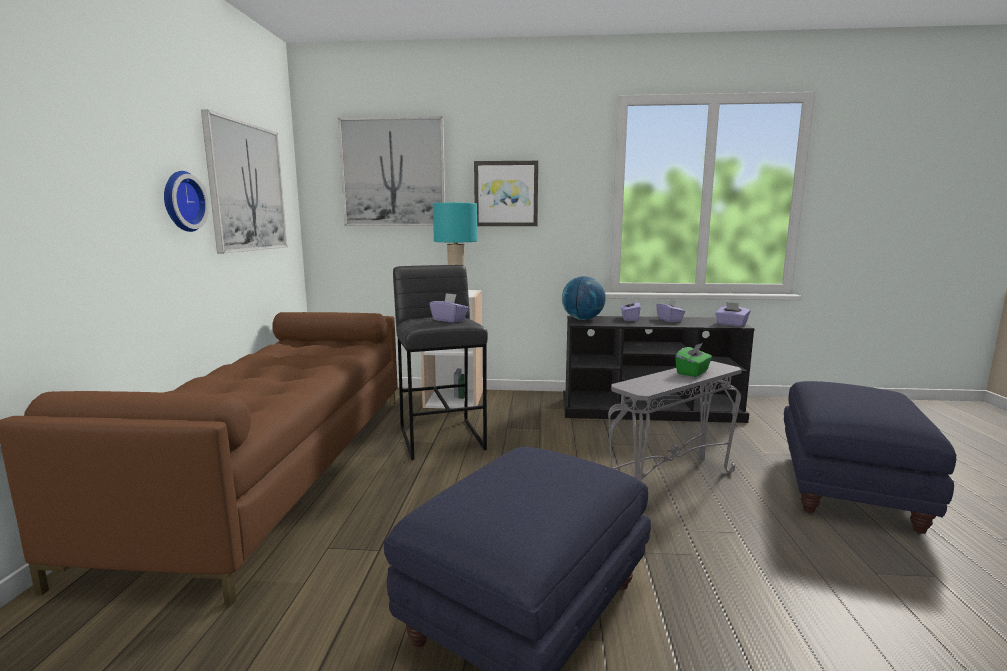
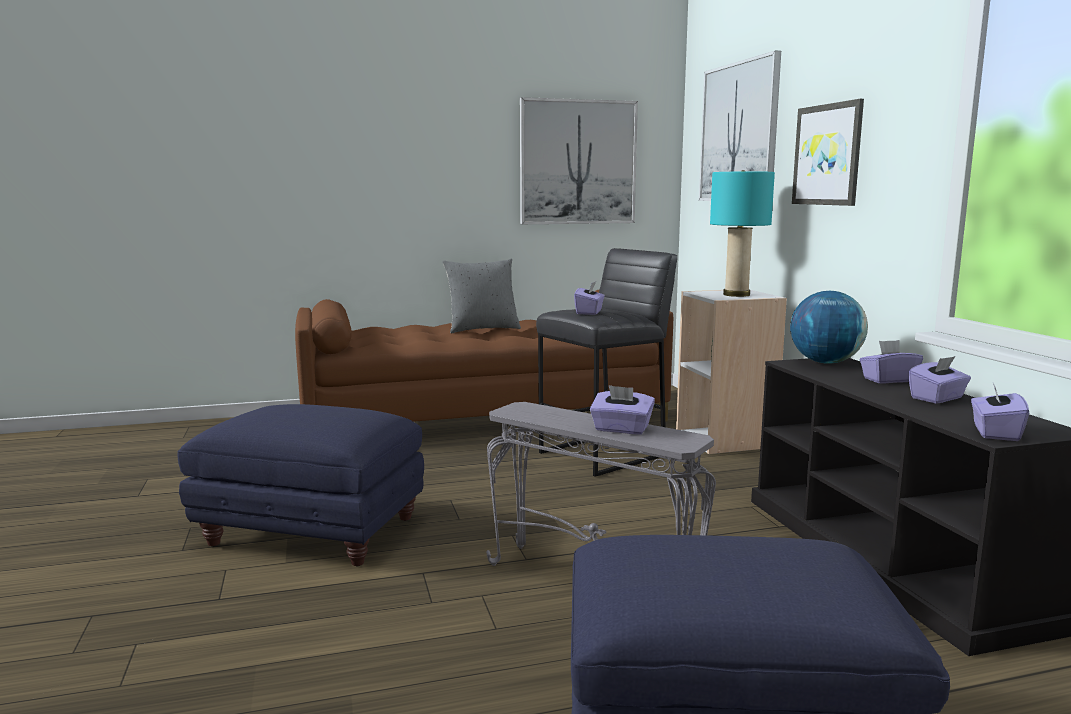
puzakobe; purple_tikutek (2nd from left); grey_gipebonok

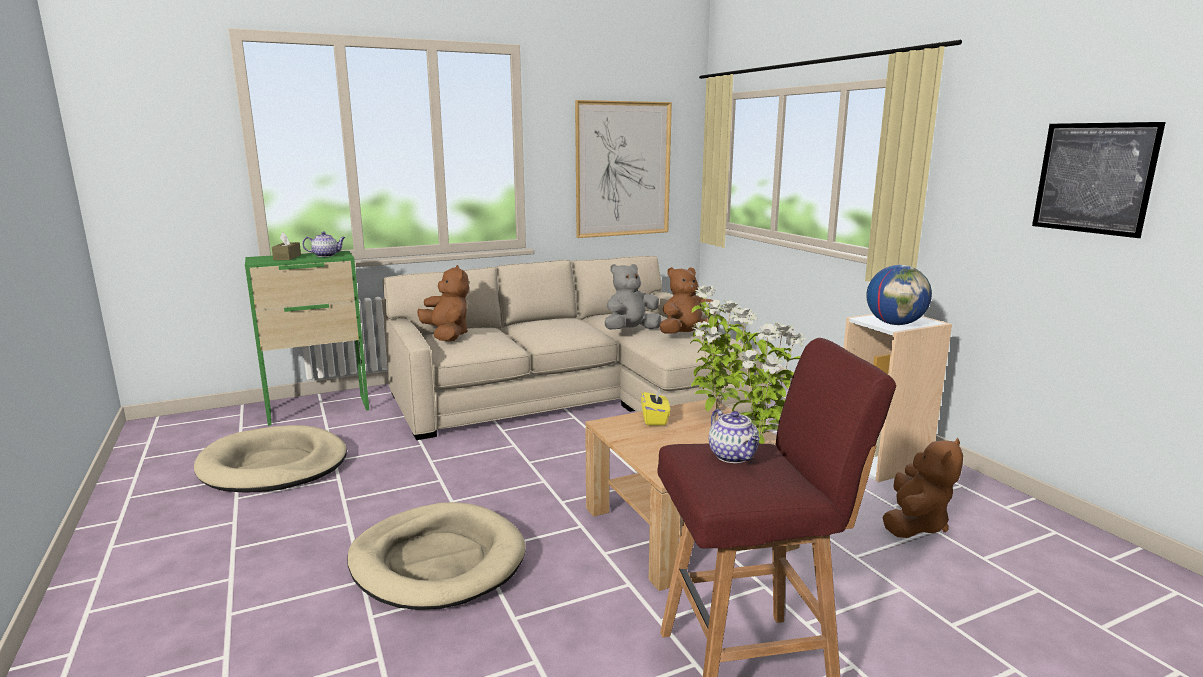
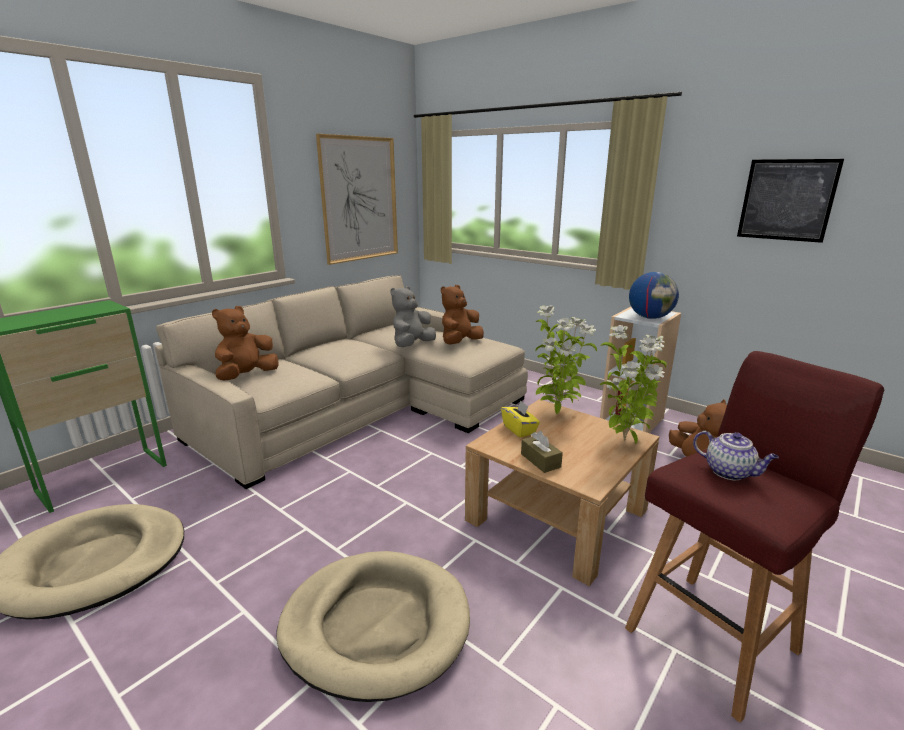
brown_tikutek; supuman (1st from left in the first image); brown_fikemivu (1st from left)

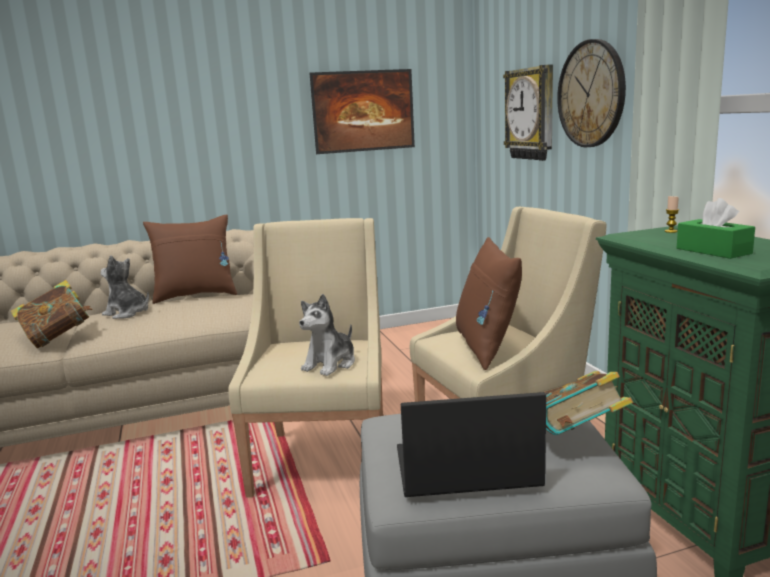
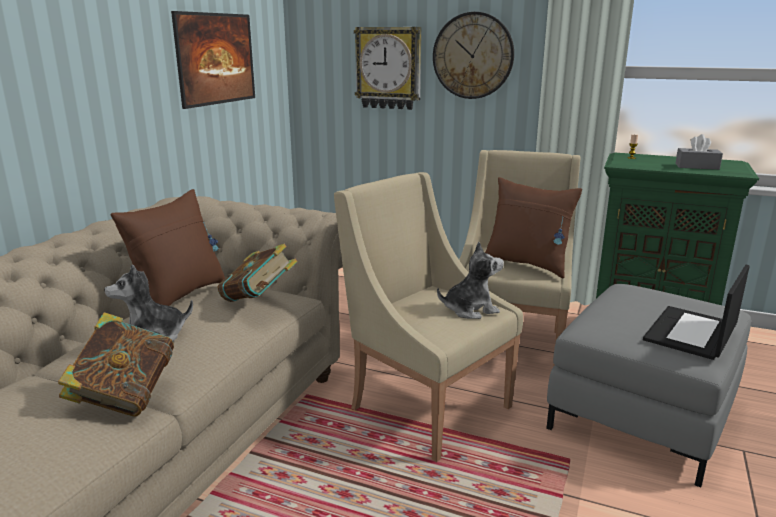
fikemivu (2nd from left); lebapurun (2nd from left); grey_tikutek

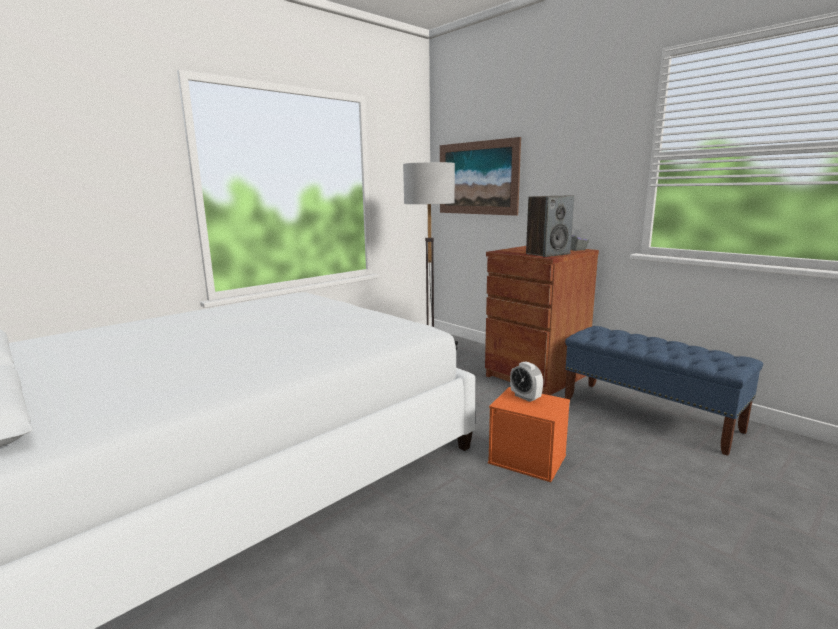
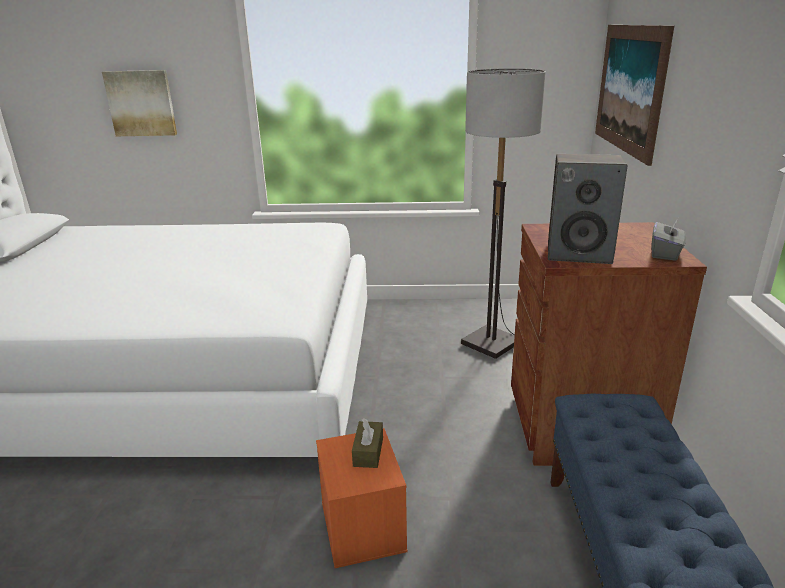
brown_tikutek; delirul (1st from left)

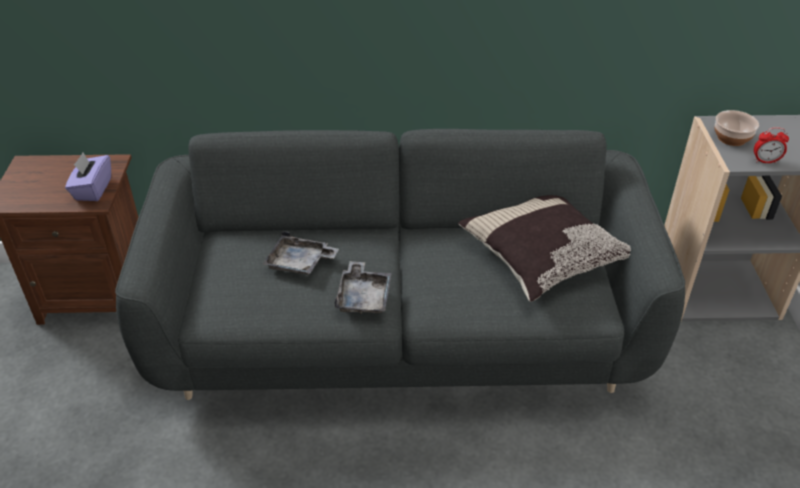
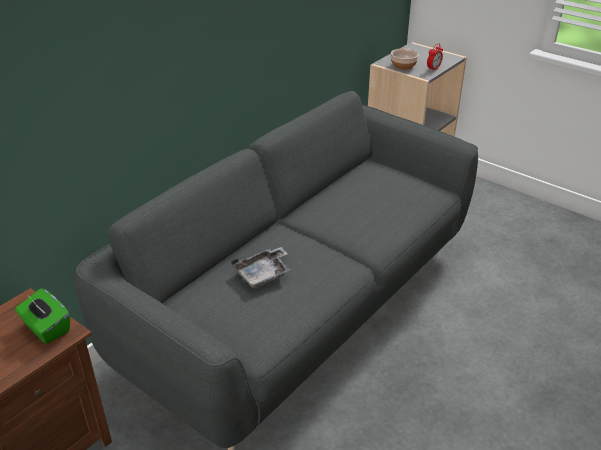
green_tikutek; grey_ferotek (2nd from left in the first image); gipebonok

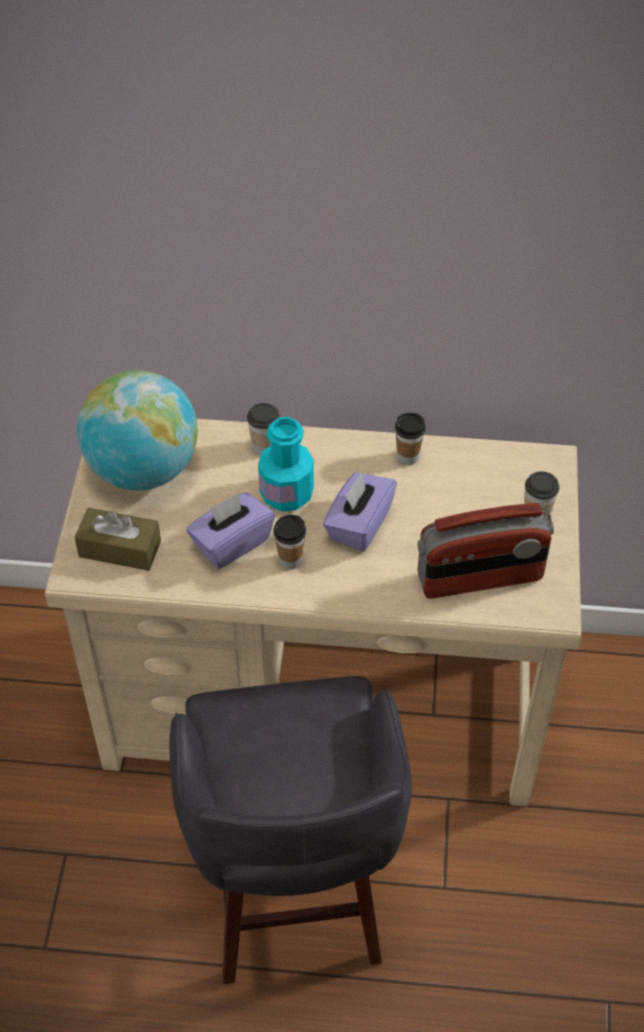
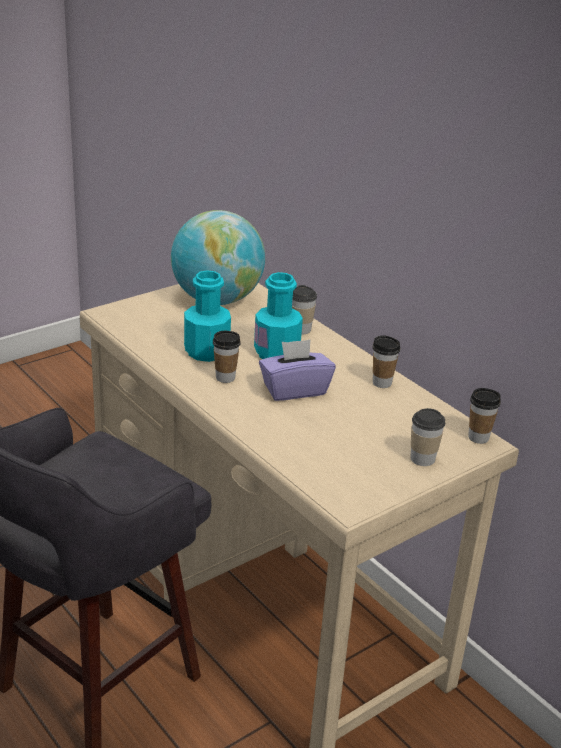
brown_tikutek; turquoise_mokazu (1st from left); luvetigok; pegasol (5th from left)

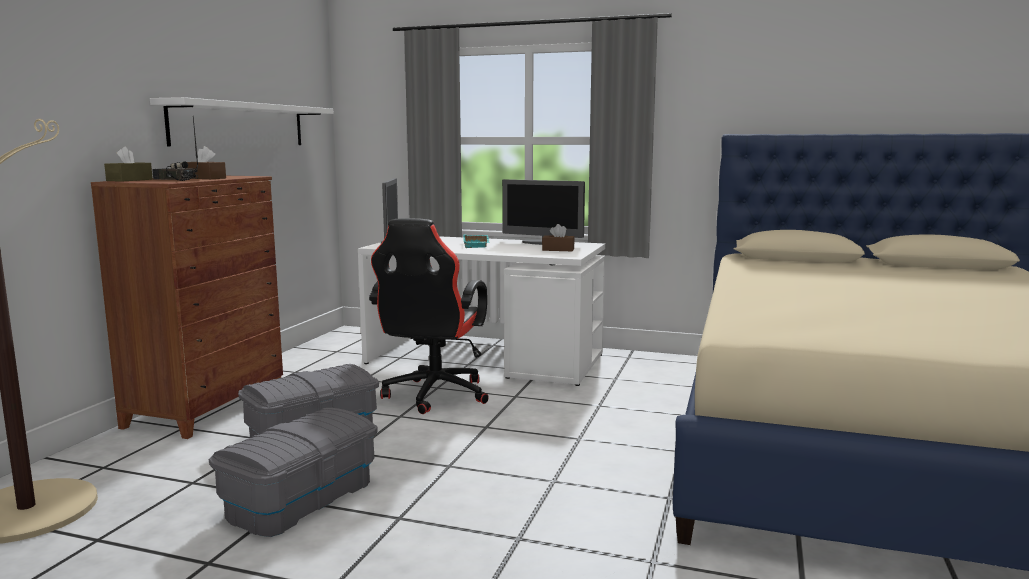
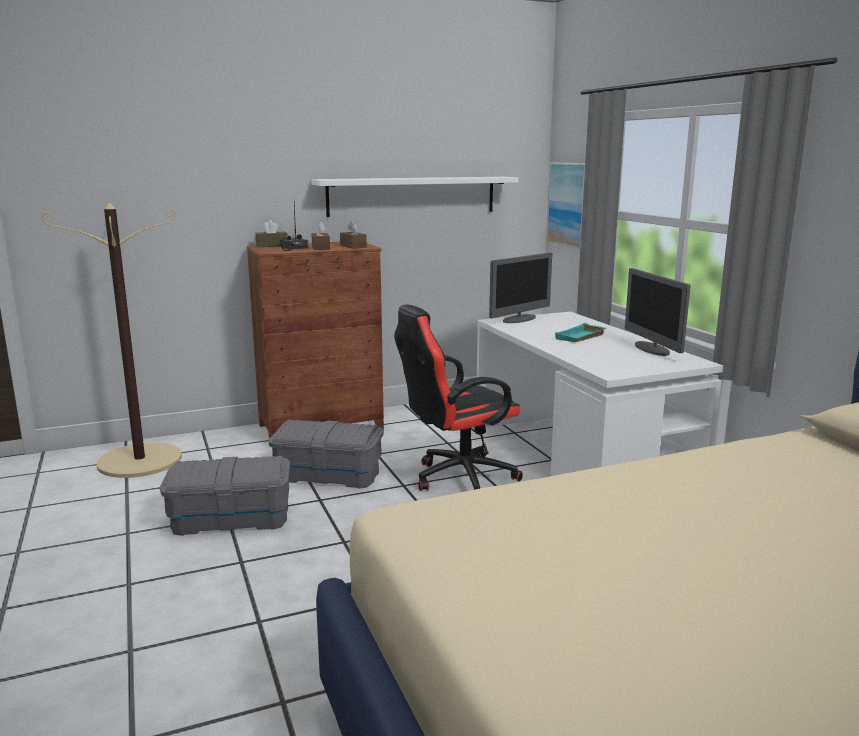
brown_tikutek (3rd from left); delirul

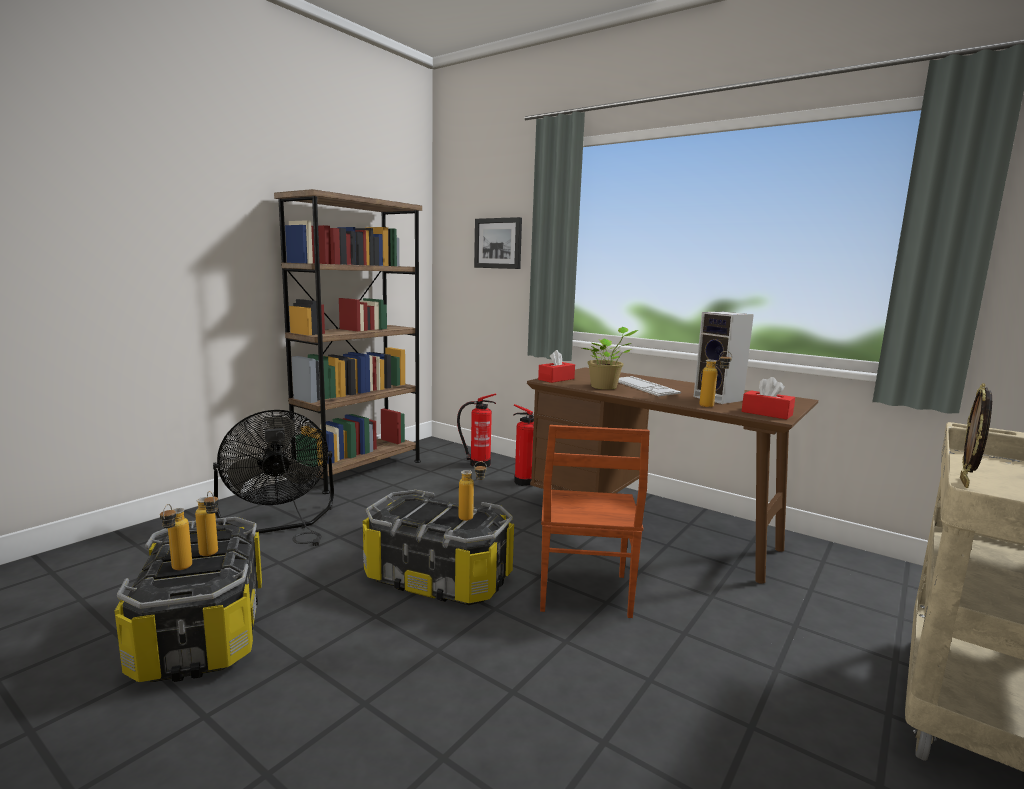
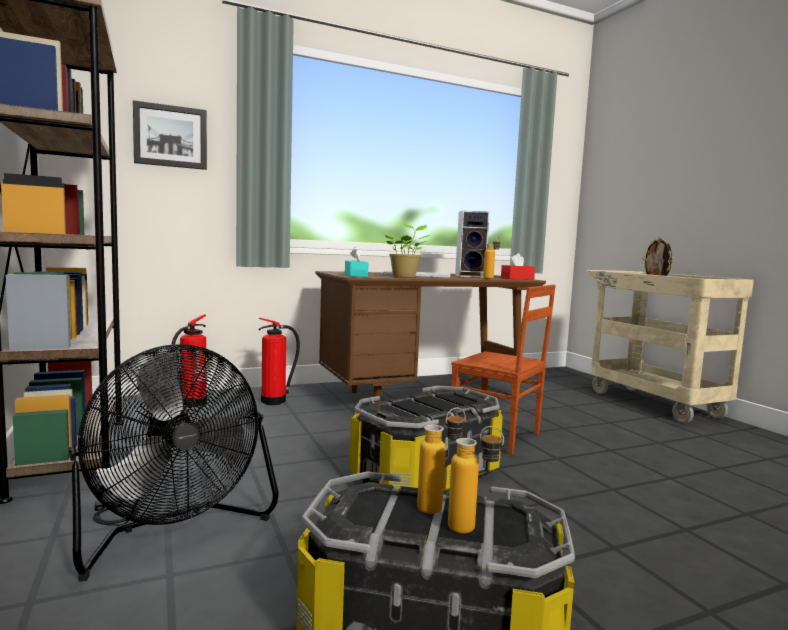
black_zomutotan; mokazu (3rd from left in the first image); turquoise_tikutek

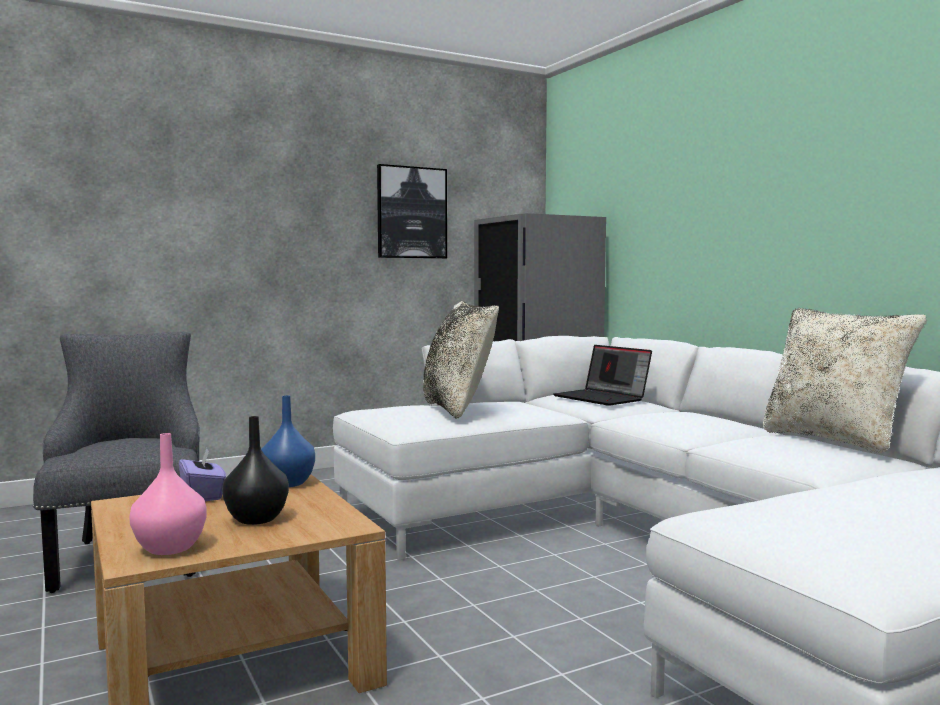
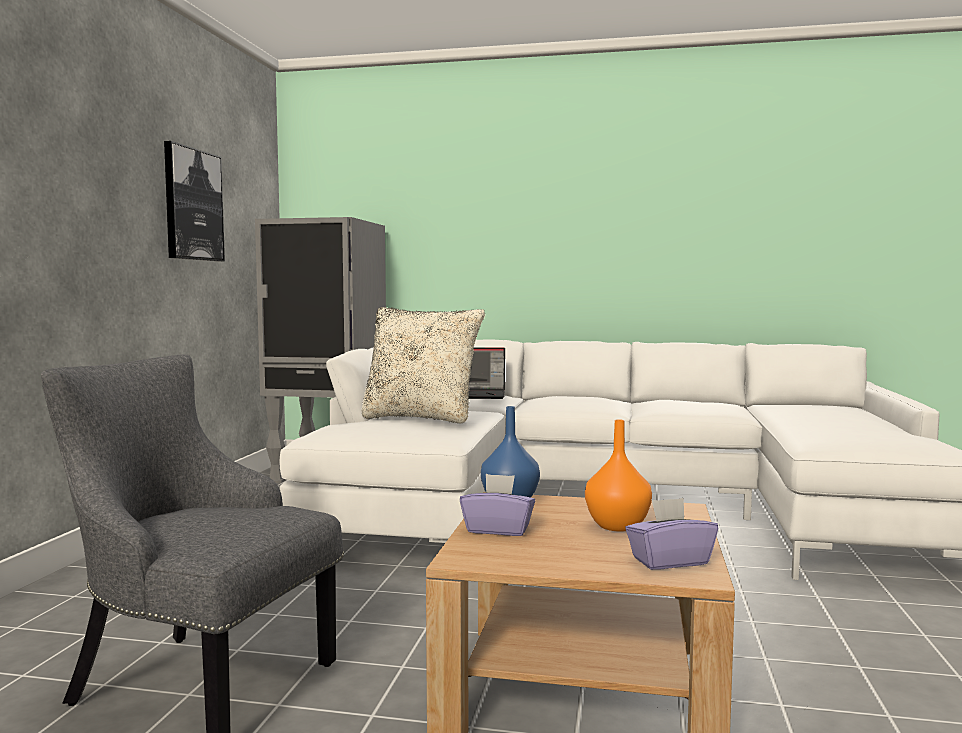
purple_tikutek (2nd from left); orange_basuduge; beige_gipebonok (2nd from left in the first image)

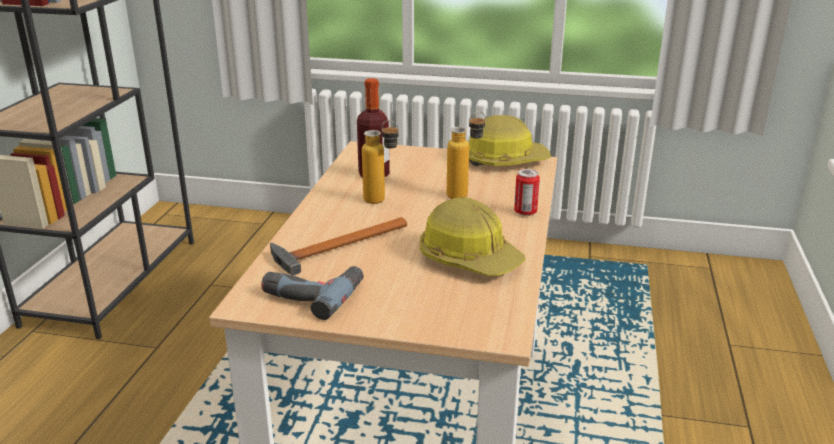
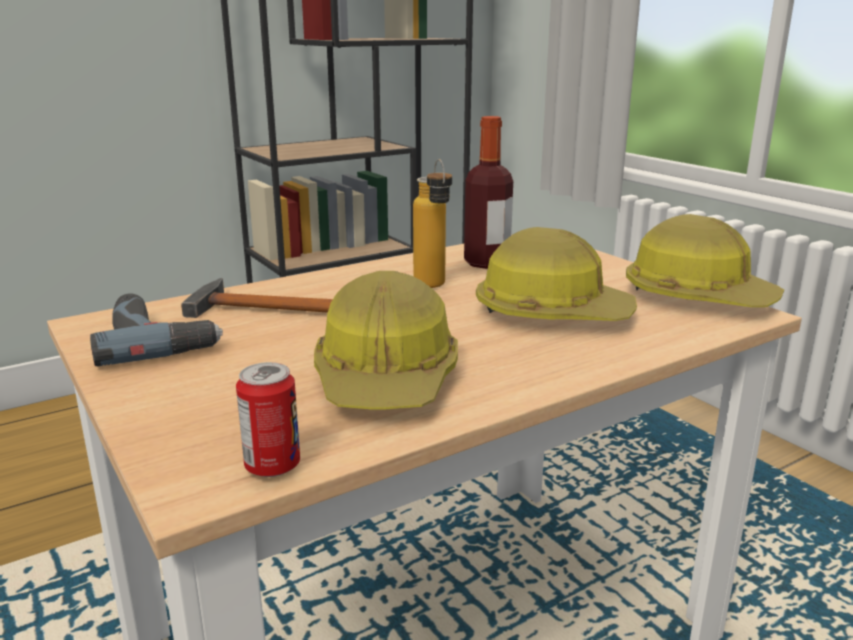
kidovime (2nd from left); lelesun

